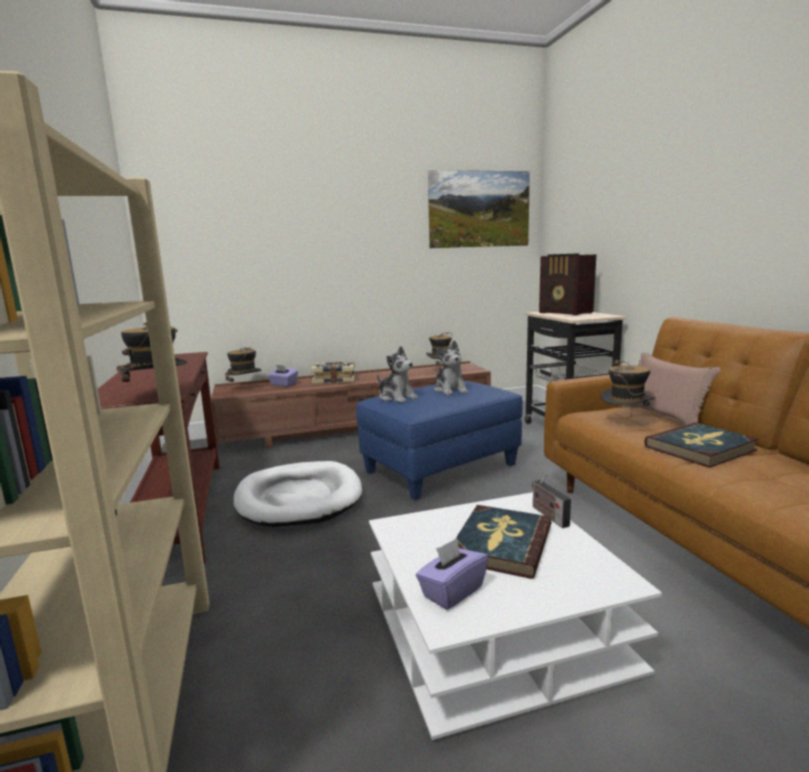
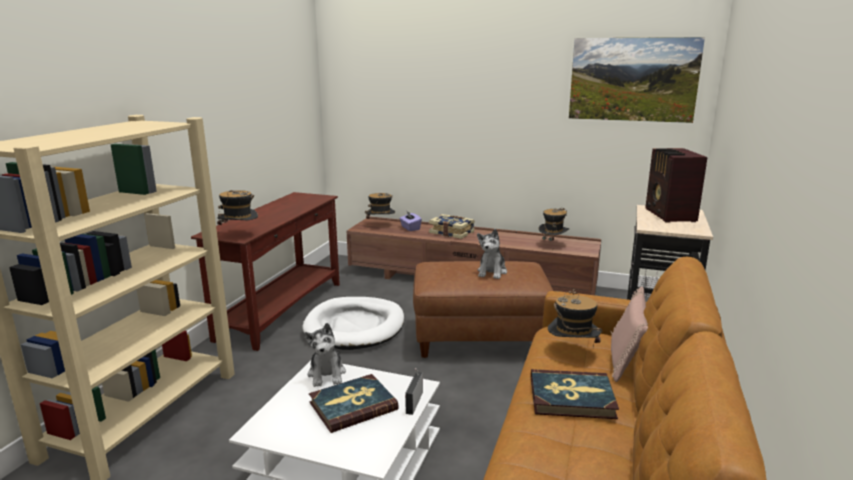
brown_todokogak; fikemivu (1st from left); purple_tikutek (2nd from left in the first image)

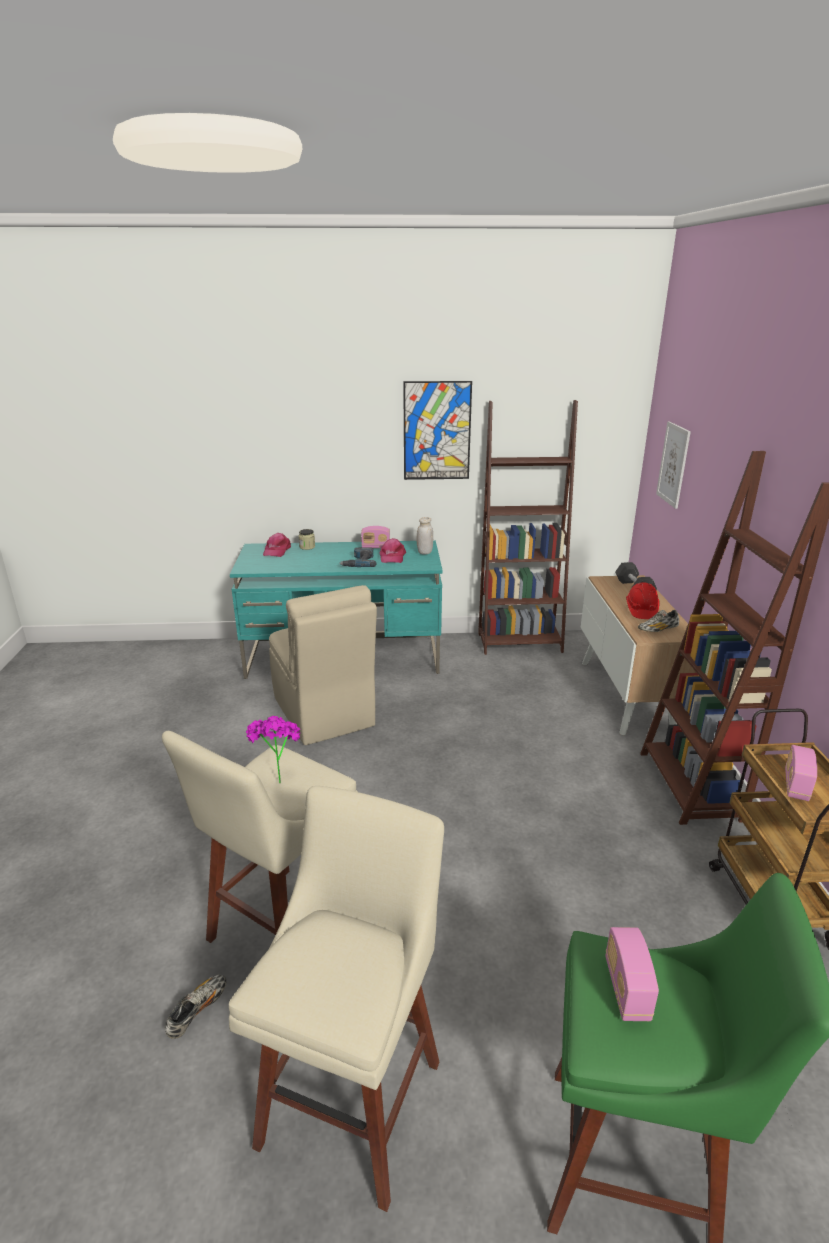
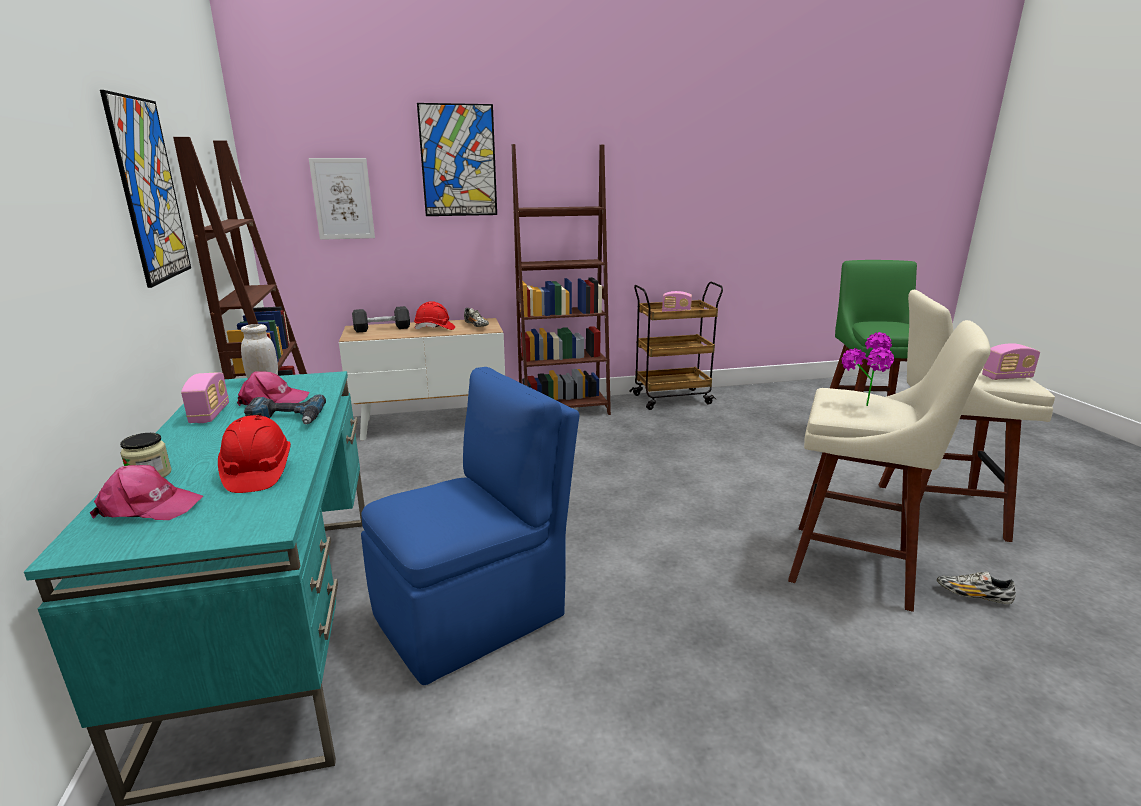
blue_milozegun; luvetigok (3rd from left); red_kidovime (1st from left); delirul (3rd from left)

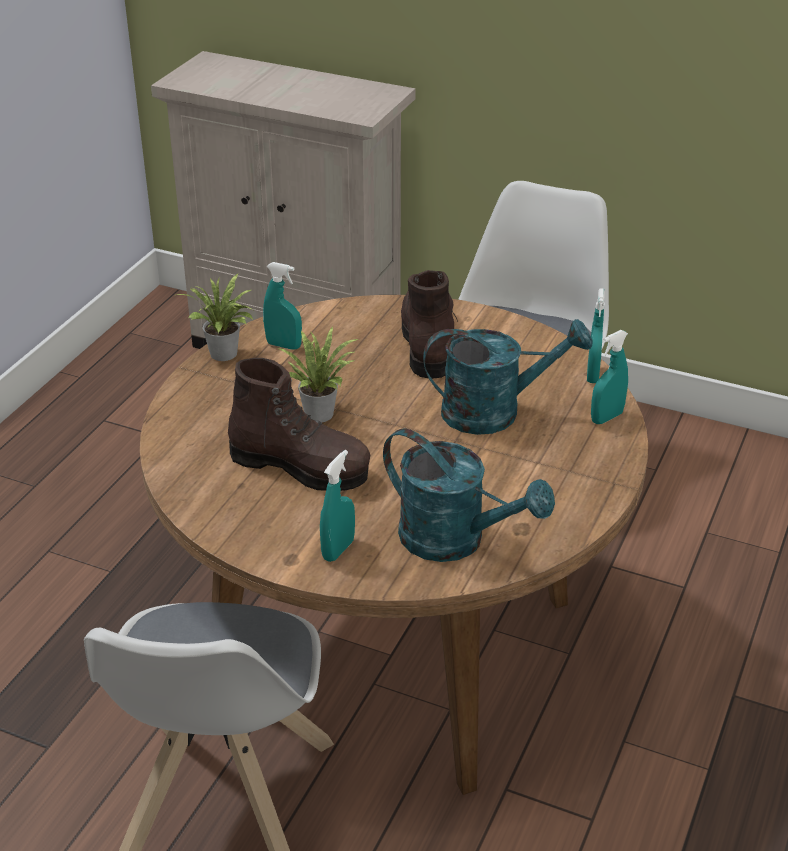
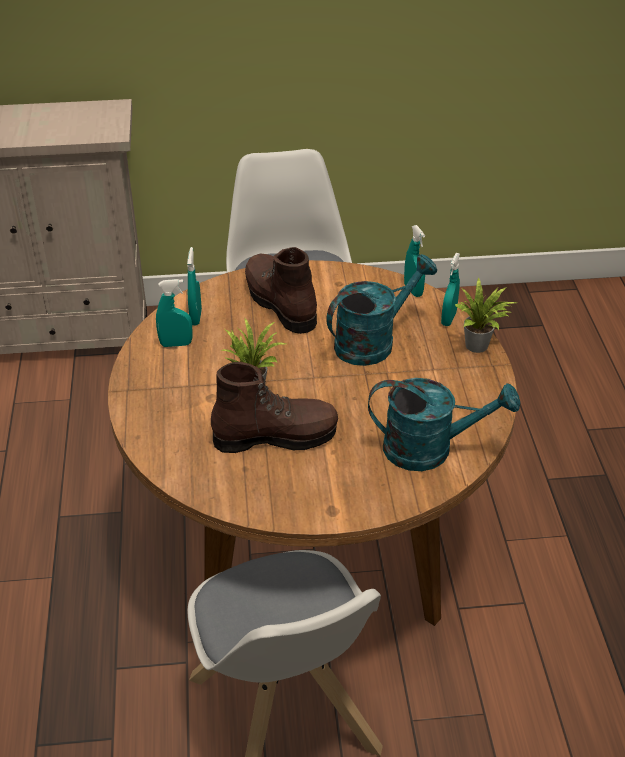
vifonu (2nd from left); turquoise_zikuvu (2nd from left)

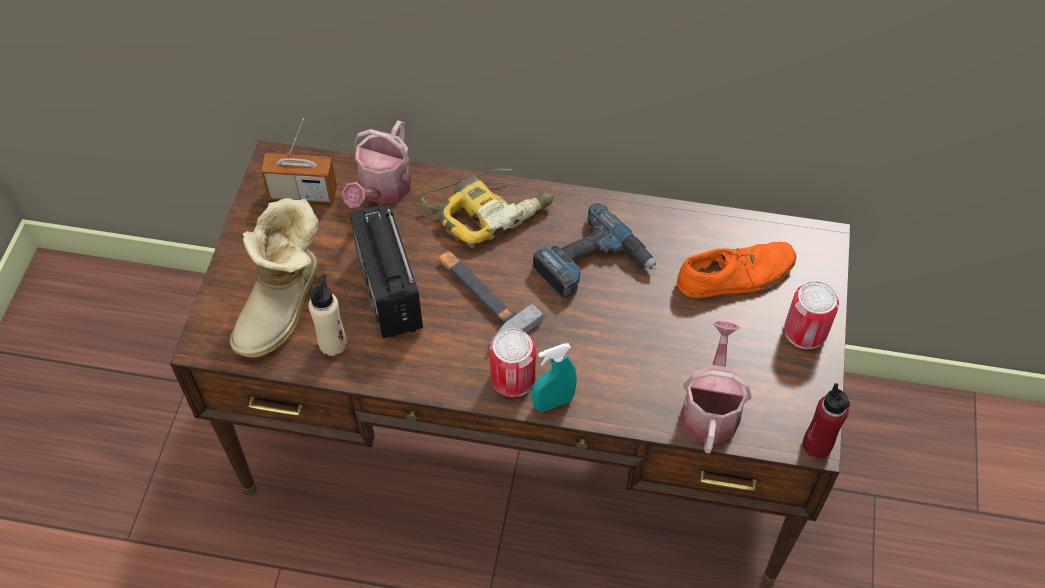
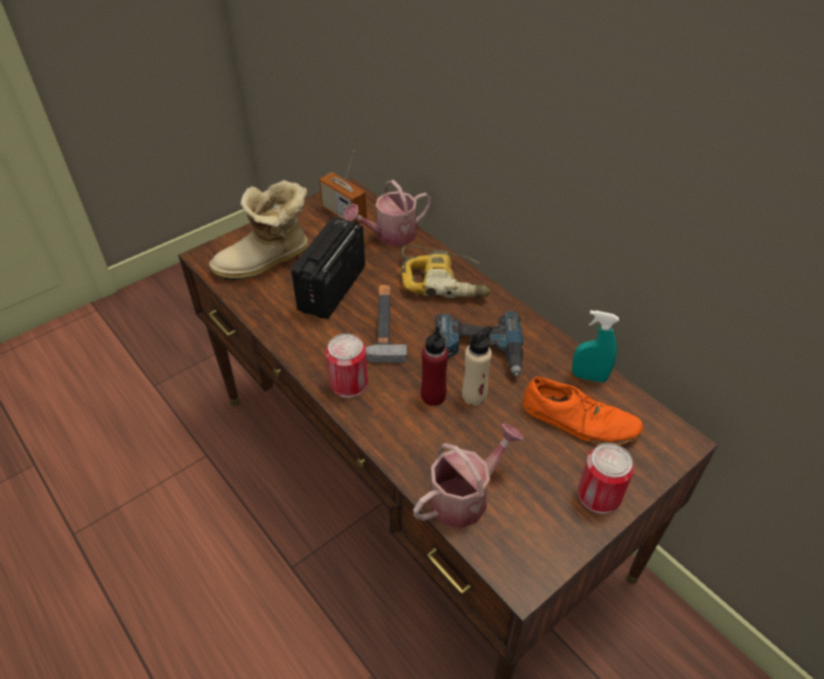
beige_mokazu; turquoise_zikuvu; red_mokazu

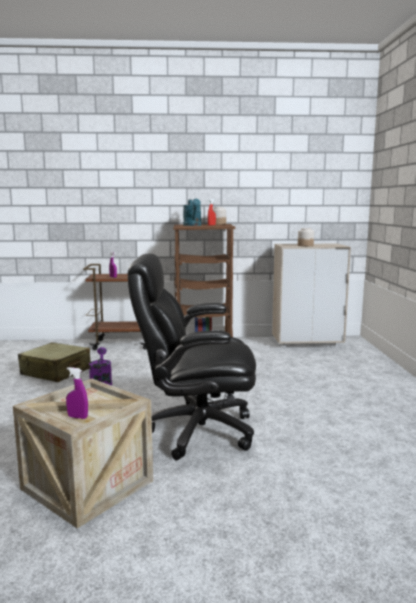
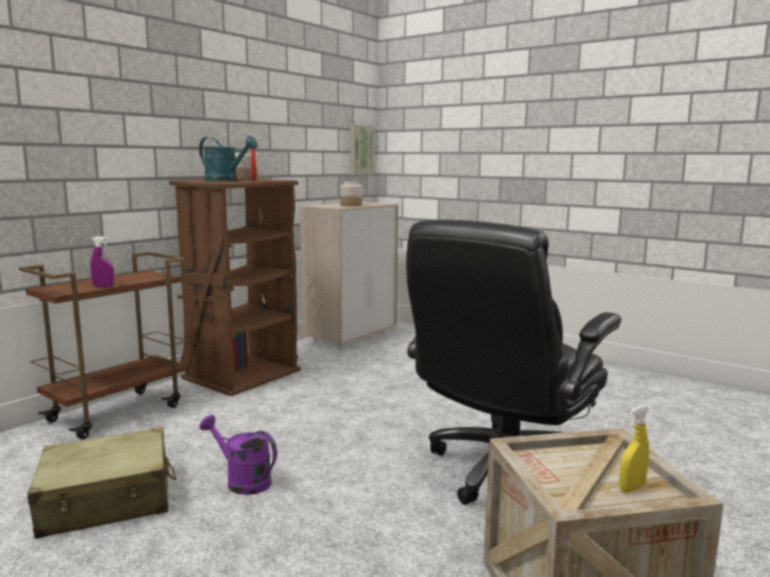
yellow_zikuvu; delirul

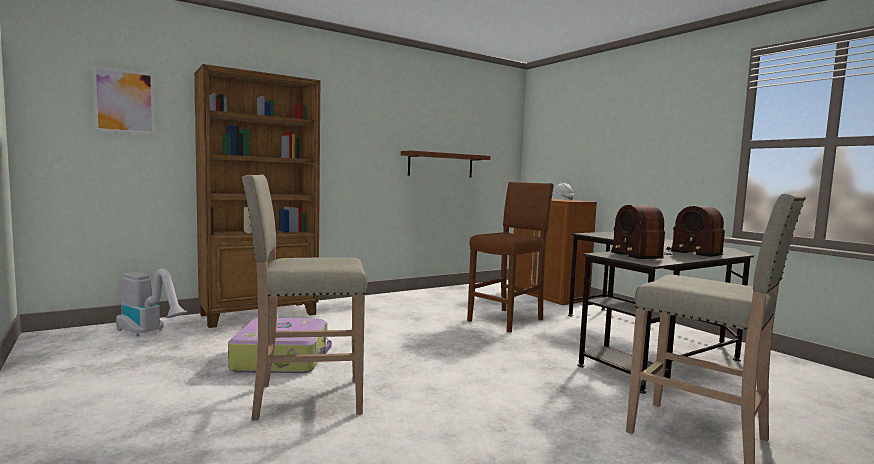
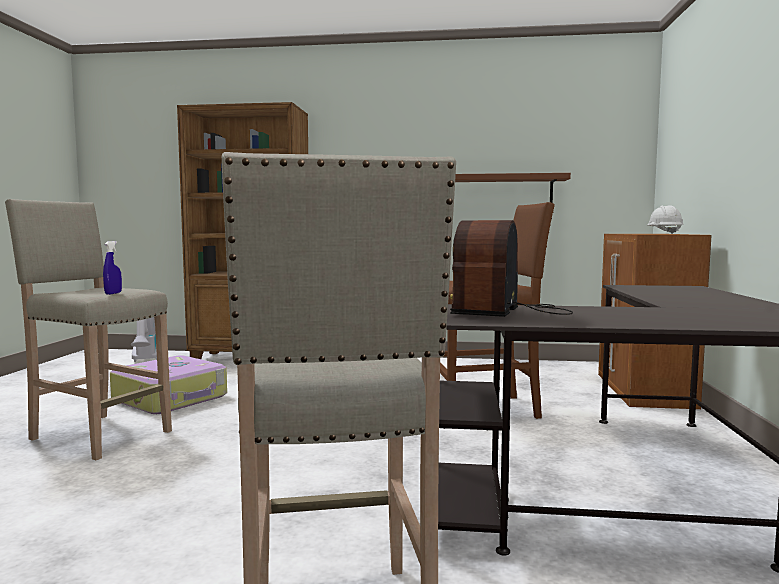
delirul; luvetigok (2nd from left in the first image); blue_zikuvu

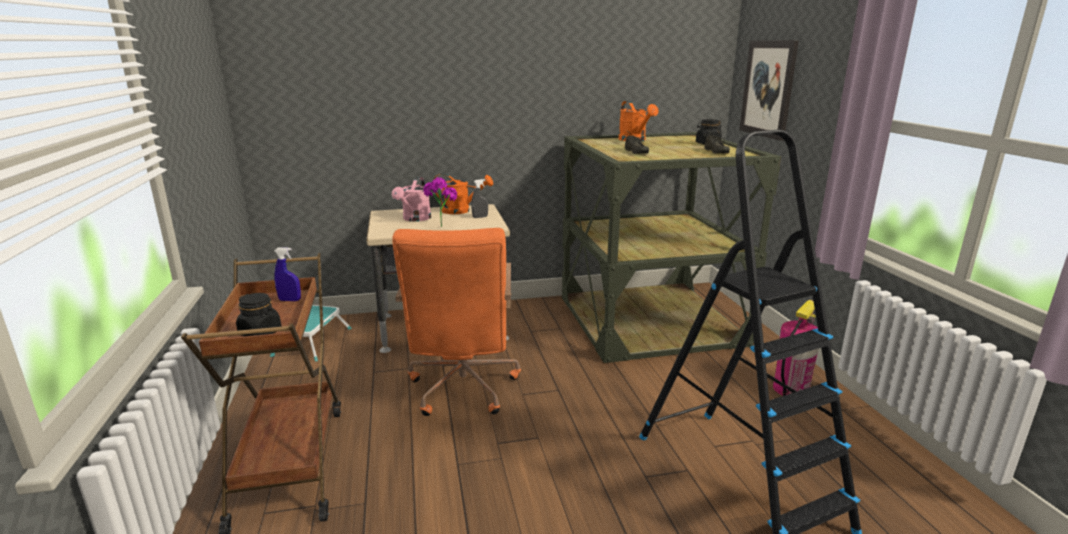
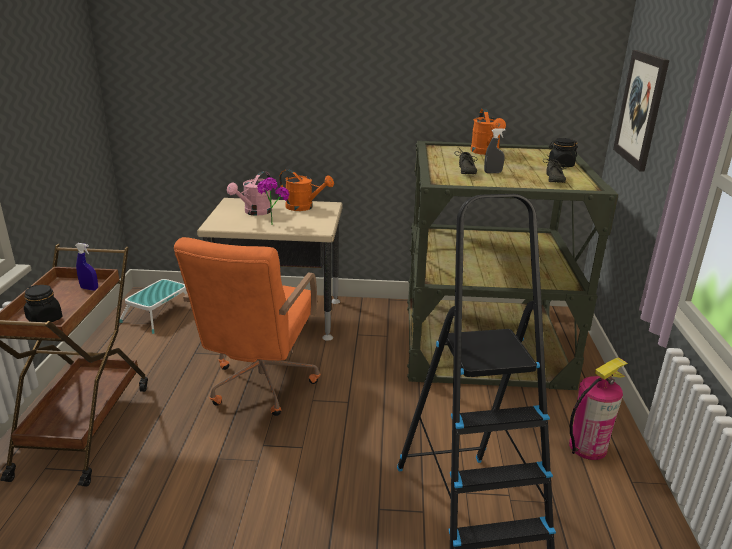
grey_zikuvu

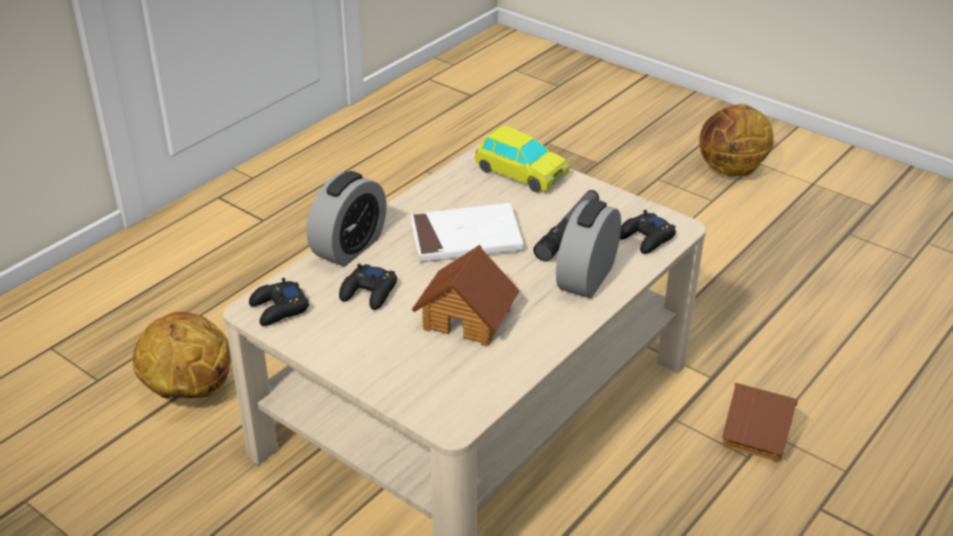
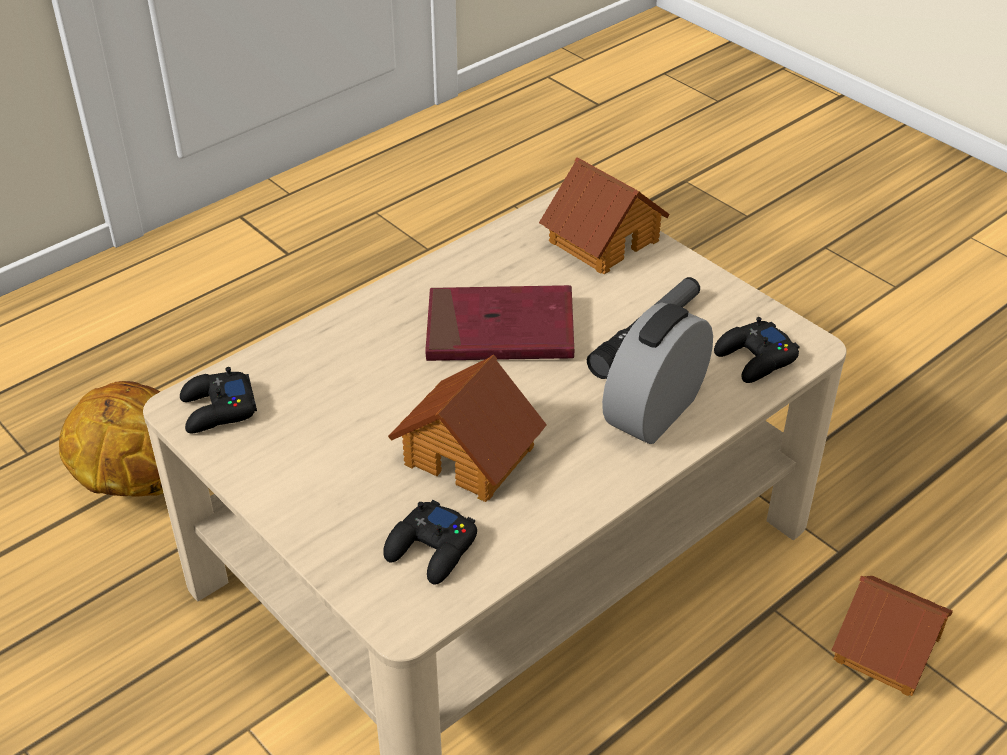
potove (1st from left in the first image); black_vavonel (2nd from left); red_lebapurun; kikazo (2nd from left); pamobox (2nd from left in the first image)

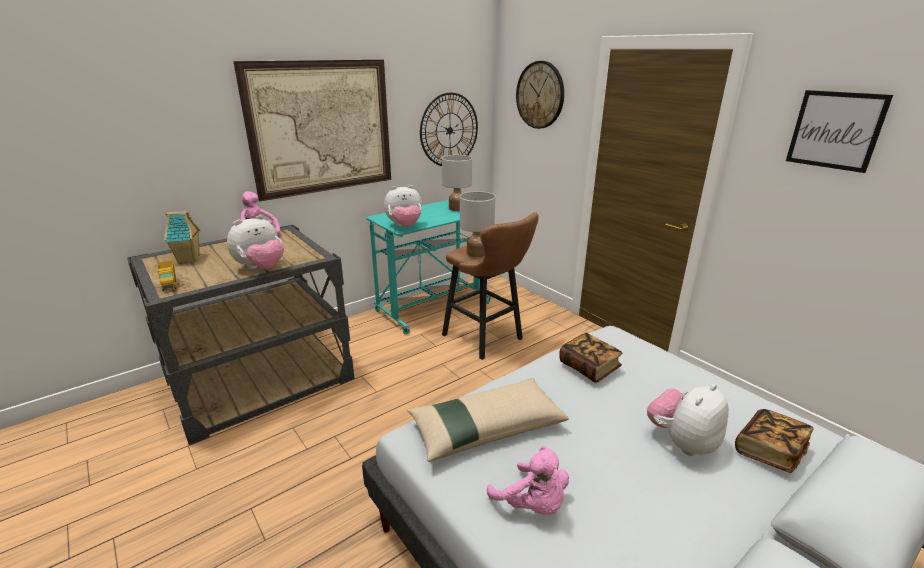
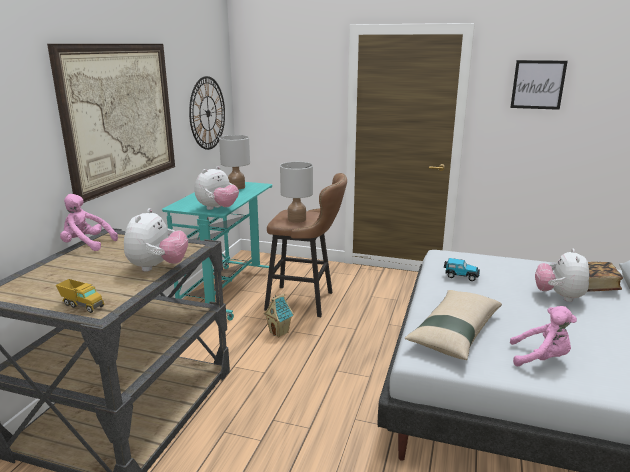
kikazo; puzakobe (2nd from left in the first image); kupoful

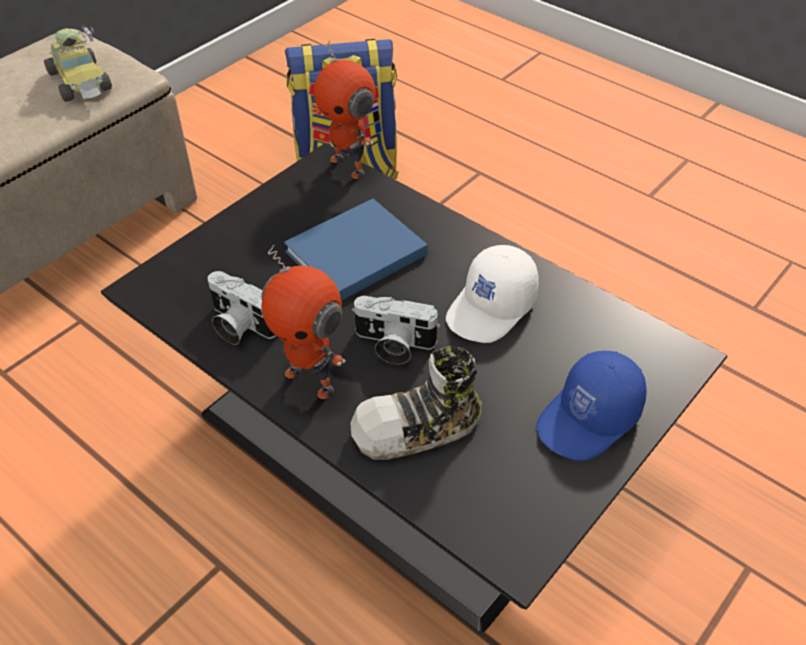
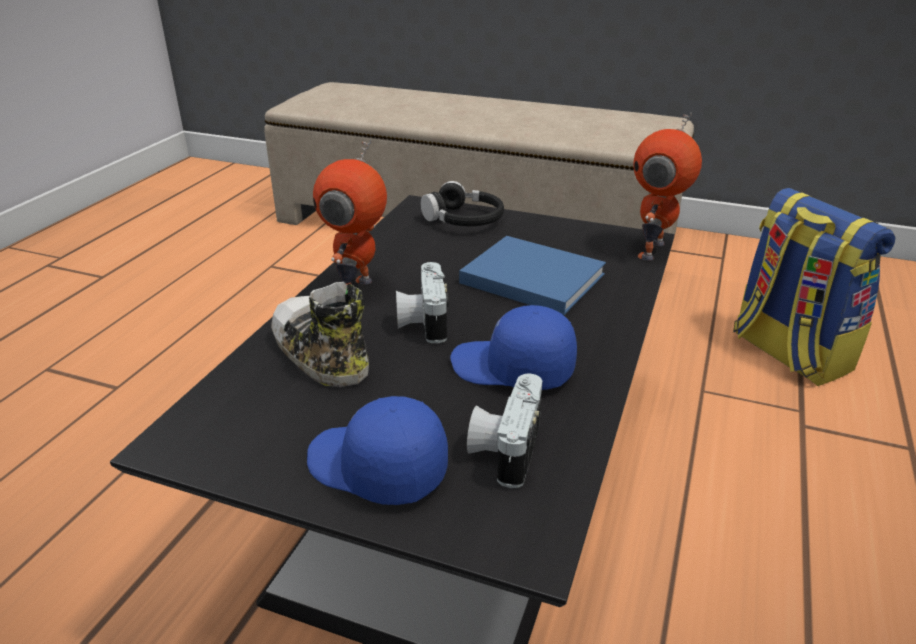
kupoful; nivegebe (2nd from left); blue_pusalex (2nd from left); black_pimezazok

